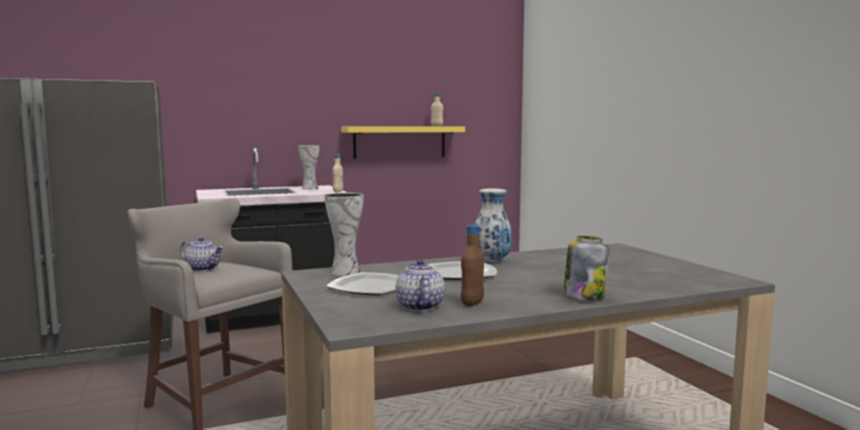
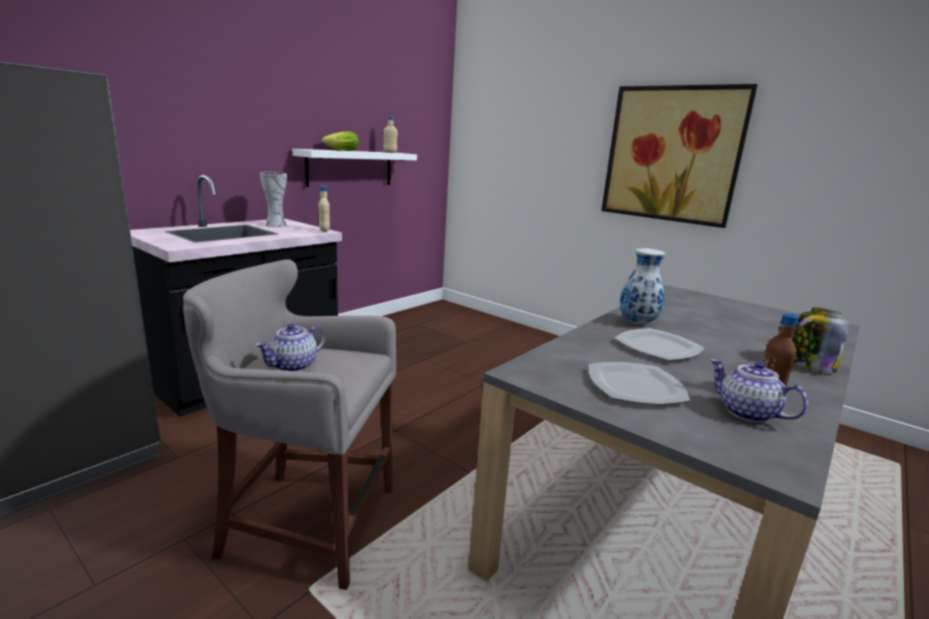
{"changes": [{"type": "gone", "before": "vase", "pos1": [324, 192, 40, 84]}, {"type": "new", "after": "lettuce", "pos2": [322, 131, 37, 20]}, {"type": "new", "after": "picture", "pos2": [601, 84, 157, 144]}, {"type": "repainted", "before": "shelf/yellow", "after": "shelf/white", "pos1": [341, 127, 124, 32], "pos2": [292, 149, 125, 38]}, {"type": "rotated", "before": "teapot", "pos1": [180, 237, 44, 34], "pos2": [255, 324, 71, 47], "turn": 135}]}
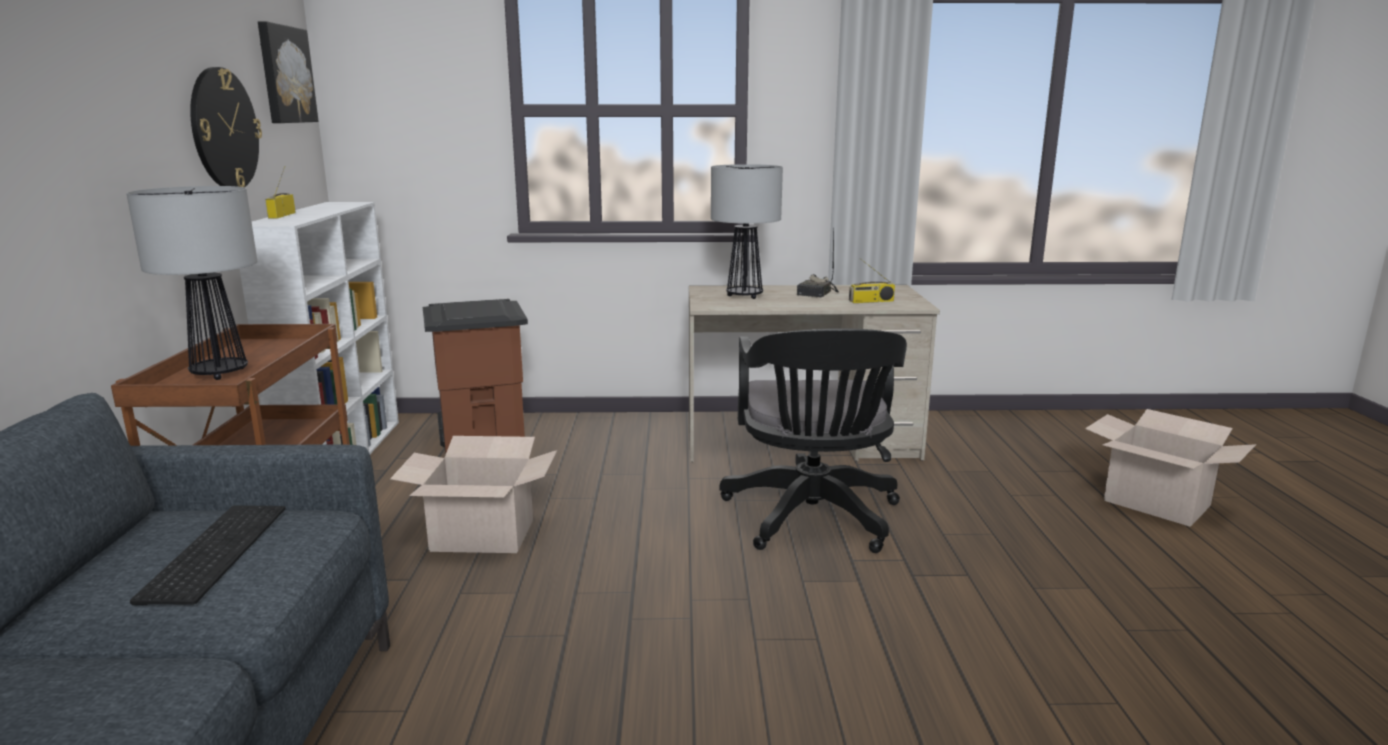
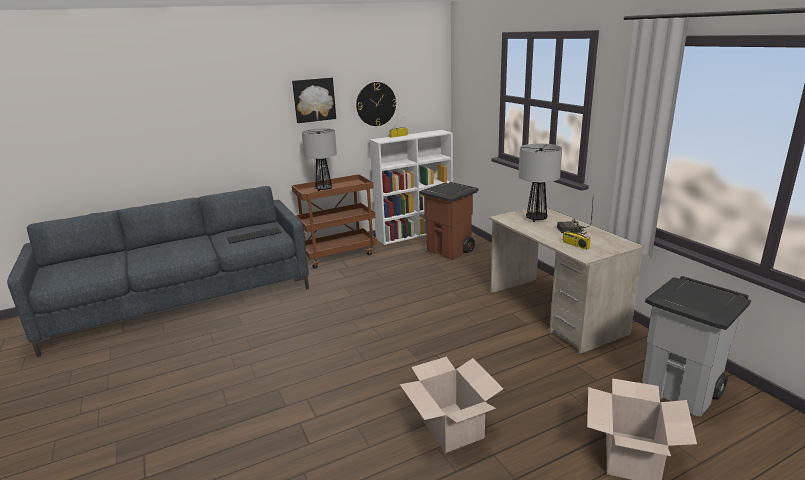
{"changes": [{"type": "gone", "before": "office chair/black", "pos1": [719, 328, 188, 225]}, {"type": "new", "after": "trash can/grey", "pos2": [642, 276, 109, 141]}, {"type": "shifted", "before": "picture", "pos1": [258, 21, 61, 102], "pos2": [292, 77, 44, 46]}, {"type": "shifted", "before": "cardboard box", "pos1": [390, 436, 167, 117], "pos2": [400, 357, 103, 96]}]}
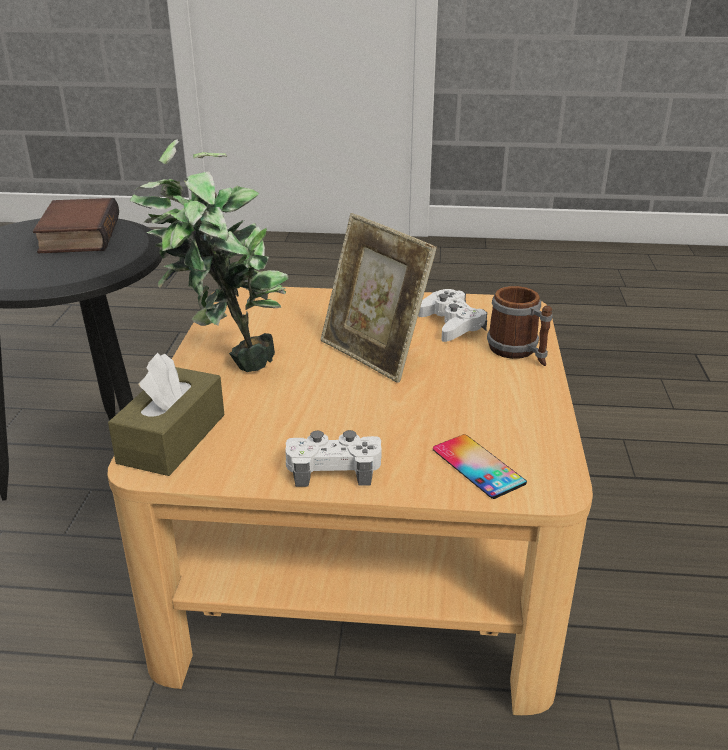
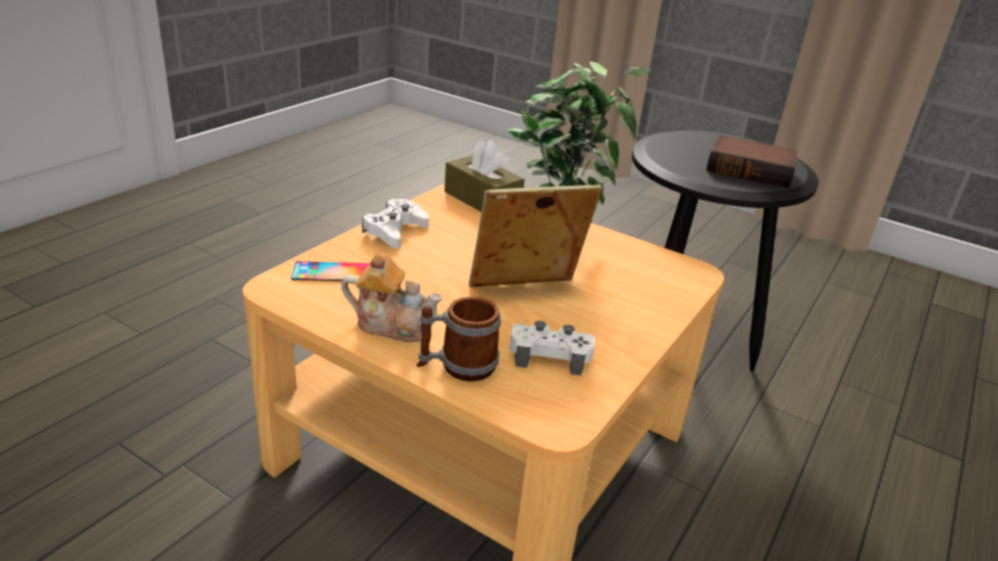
{"changes": [{"type": "new", "after": "teapot", "pos2": [341, 253, 102, 89]}]}
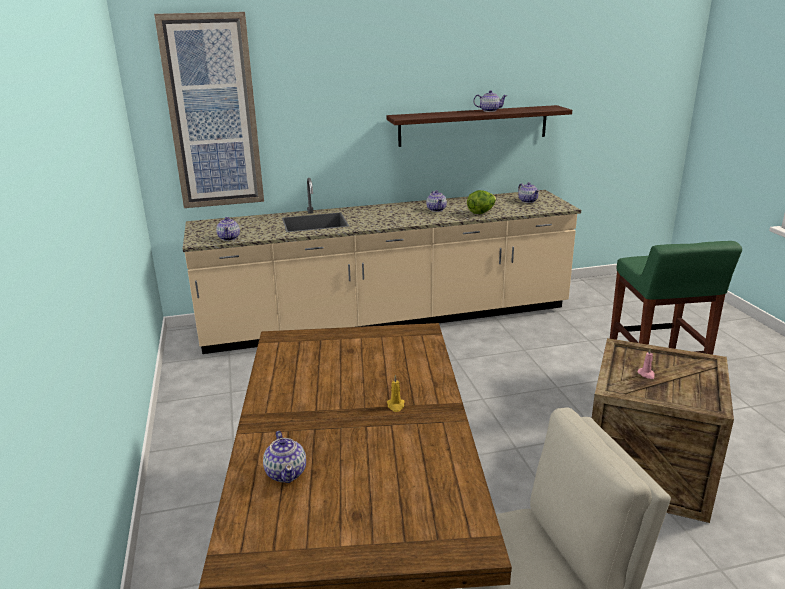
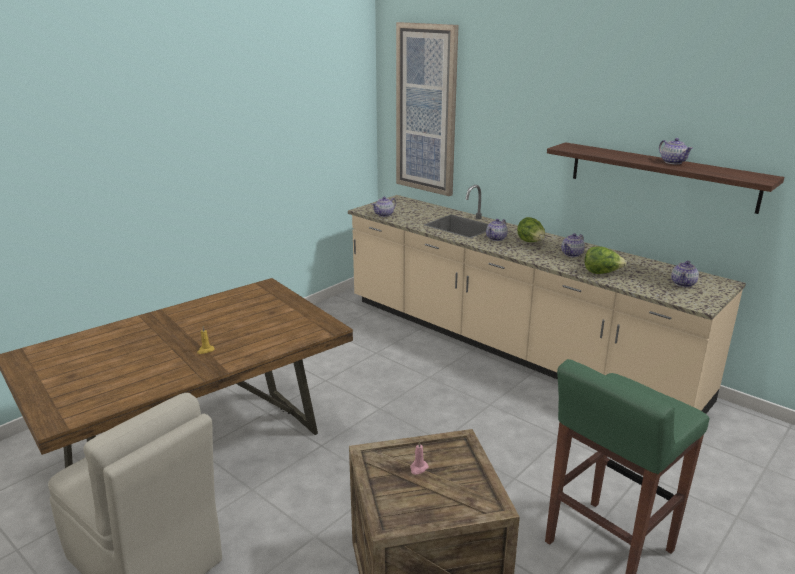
{"changes": [{"type": "new", "after": "lettuce", "pos2": [517, 217, 28, 25]}, {"type": "shifted", "before": "teapot", "pos1": [263, 431, 43, 52], "pos2": [486, 219, 22, 22]}]}
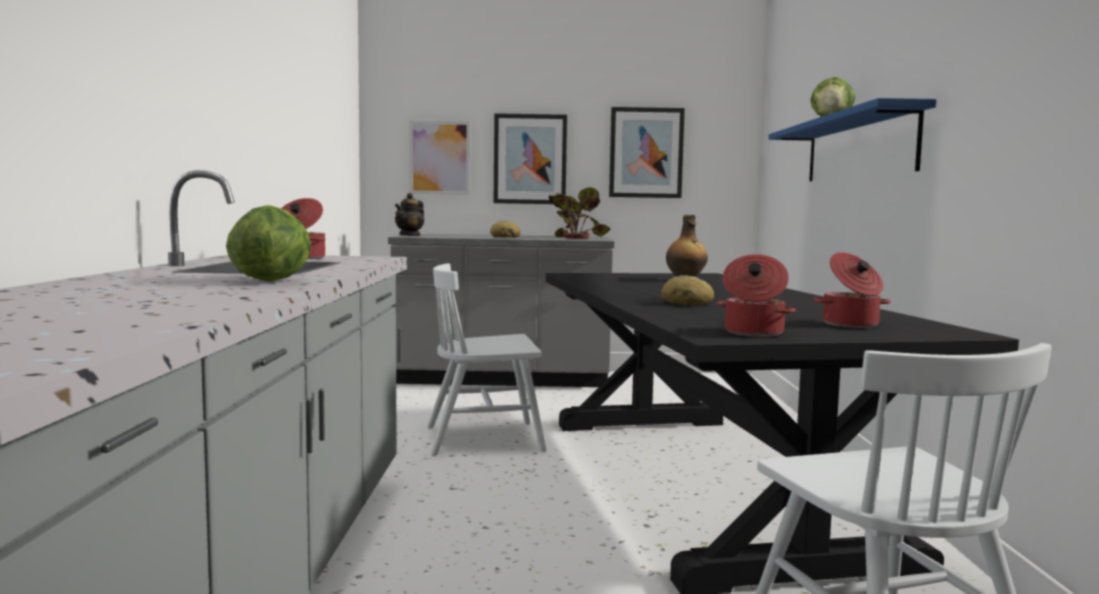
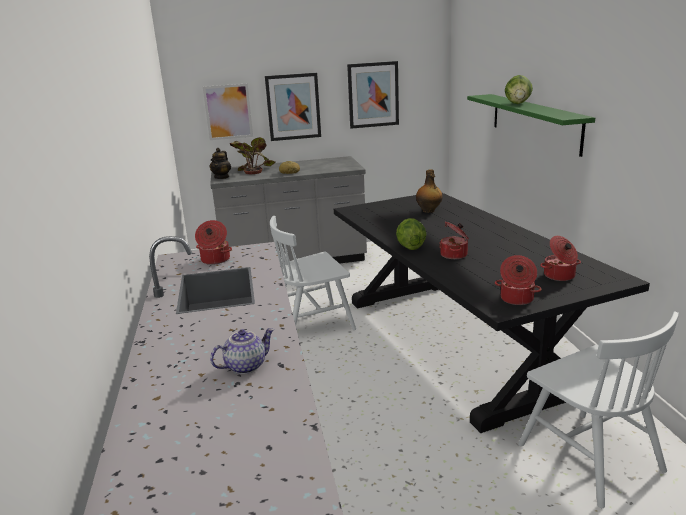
{"changes": [{"type": "new", "after": "teapot", "pos2": [210, 328, 64, 46]}, {"type": "shifted", "before": "lettuce", "pos1": [226, 205, 85, 77], "pos2": [396, 218, 31, 32]}, {"type": "shifted", "before": "potted plant", "pos1": [548, 187, 62, 52], "pos2": [230, 137, 46, 37]}, {"type": "swapped", "before": "bread", "after": "cooking pot", "pos1": [662, 275, 52, 30], "pos2": [439, 221, 30, 38]}, {"type": "repainted", "before": "shelf/blue", "after": "shelf/green", "pos1": [769, 98, 167, 83], "pos2": [467, 94, 128, 63]}]}
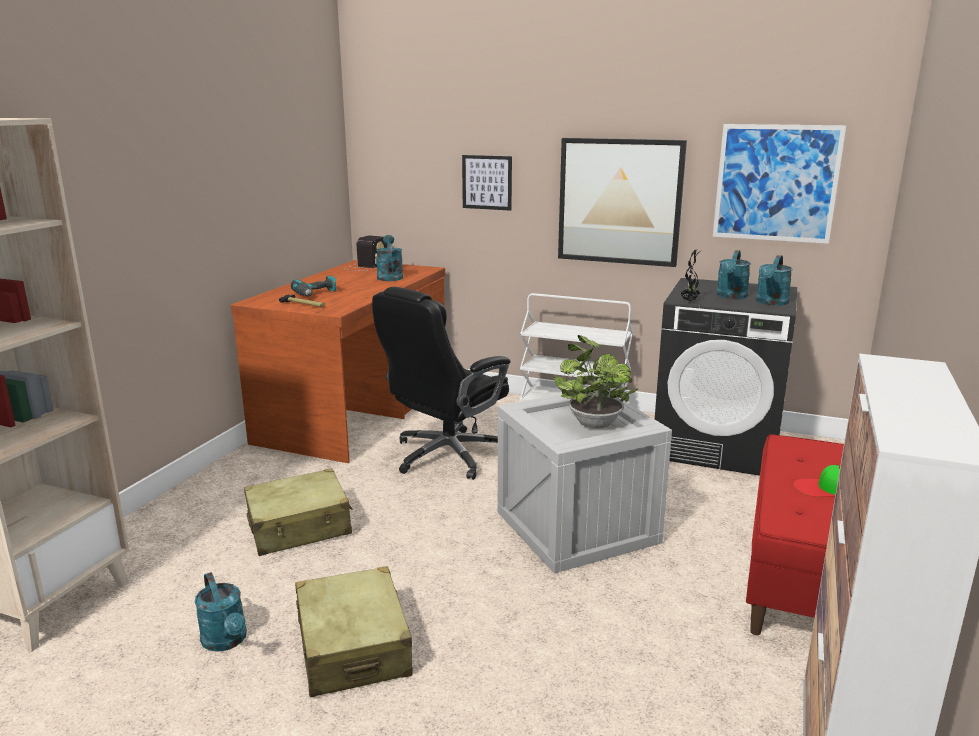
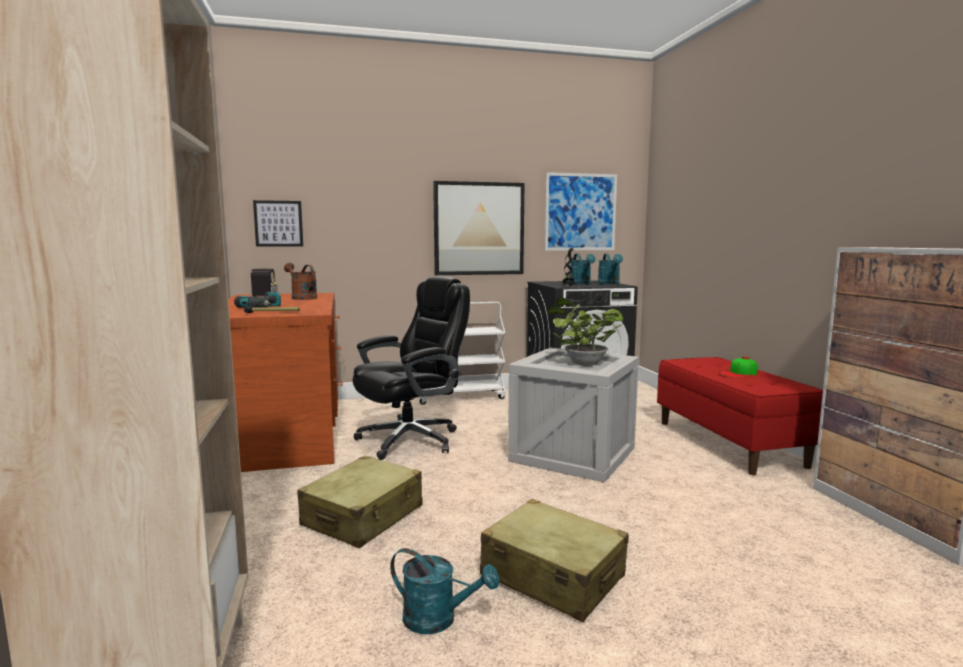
{"changes": [{"type": "shifted", "before": "picture", "pos1": [462, 155, 50, 56], "pos2": [253, 200, 50, 47]}, {"type": "repainted", "before": "watering can/turquoise", "after": "watering can/brown", "pos1": [376, 235, 27, 46], "pos2": [284, 263, 33, 37]}, {"type": "rotated", "before": "office chair/black", "pos1": [372, 287, 139, 193], "pos2": [353, 276, 117, 184], "turn": -135}]}
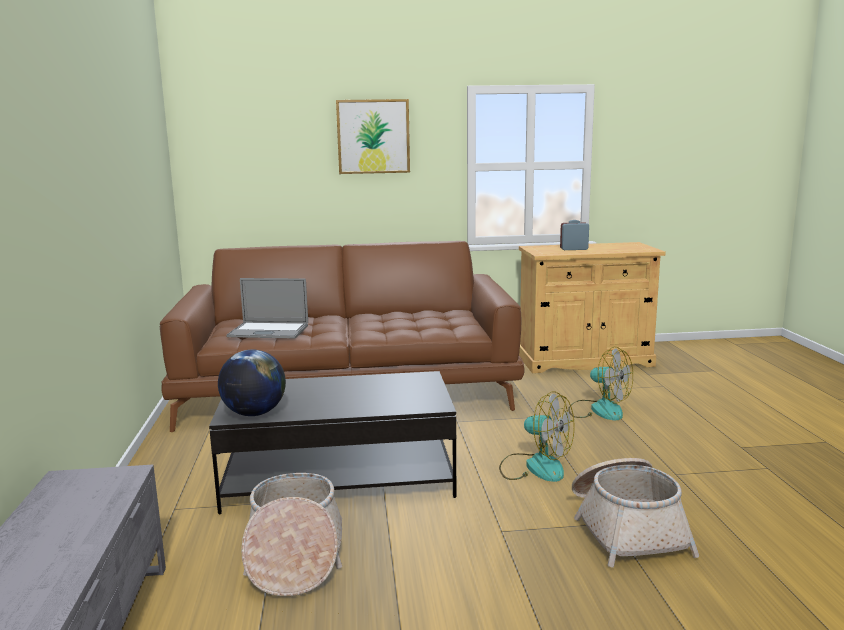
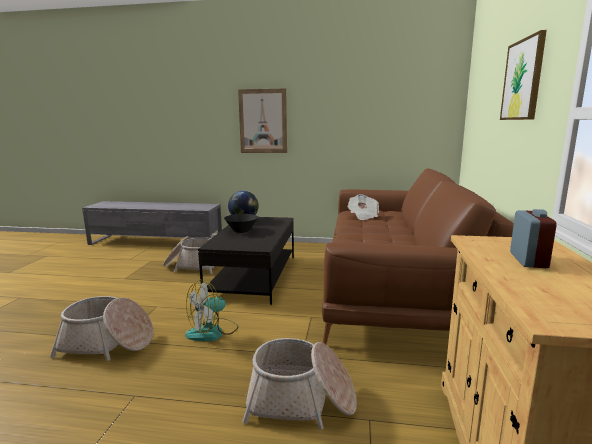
{"changes": [{"type": "new", "after": "bowl/black", "pos2": [224, 214, 34, 19]}, {"type": "new", "after": "picture", "pos2": [238, 88, 49, 65]}, {"type": "swapped", "before": "laptop", "after": "newspaper", "pos1": [226, 278, 82, 60], "pos2": [347, 194, 32, 26]}, {"type": "swapped", "before": "fan", "after": "basket", "pos1": [568, 347, 65, 73], "pos2": [242, 338, 115, 92]}]}
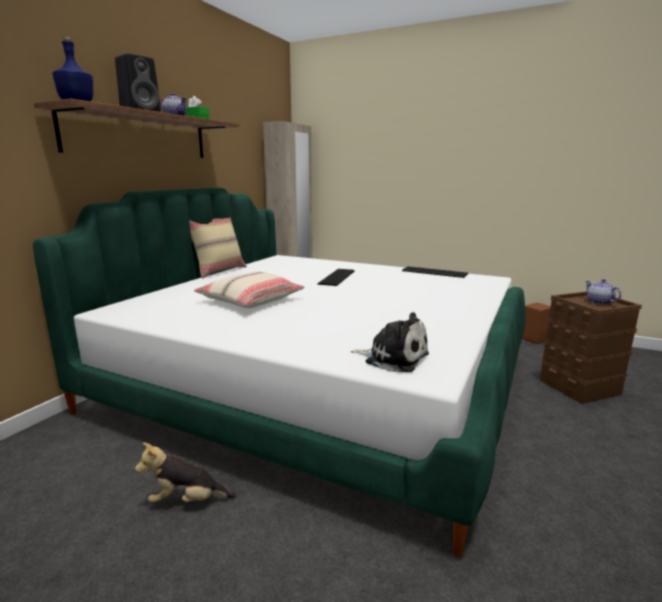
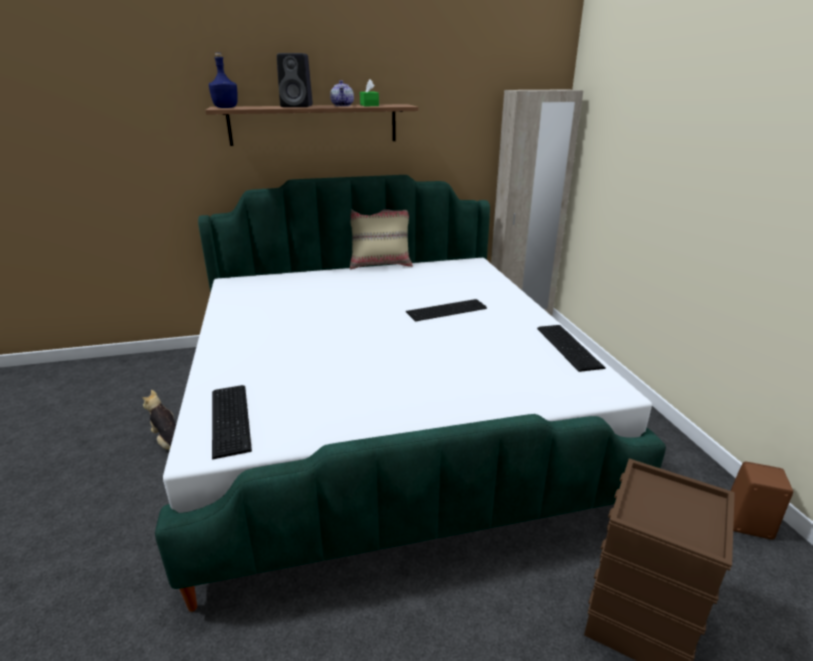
{"changes": [{"type": "gone", "before": "pillow/beige", "pos1": [194, 272, 111, 36]}, {"type": "gone", "before": "teapot", "pos1": [585, 279, 37, 26]}, {"type": "swapped", "before": "plush toy", "after": "keyboard", "pos1": [351, 312, 78, 60], "pos2": [212, 385, 40, 74]}]}
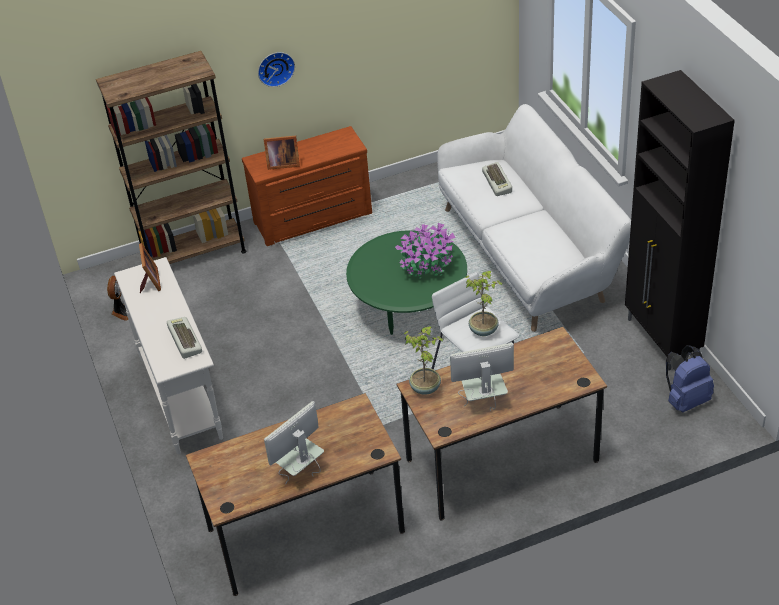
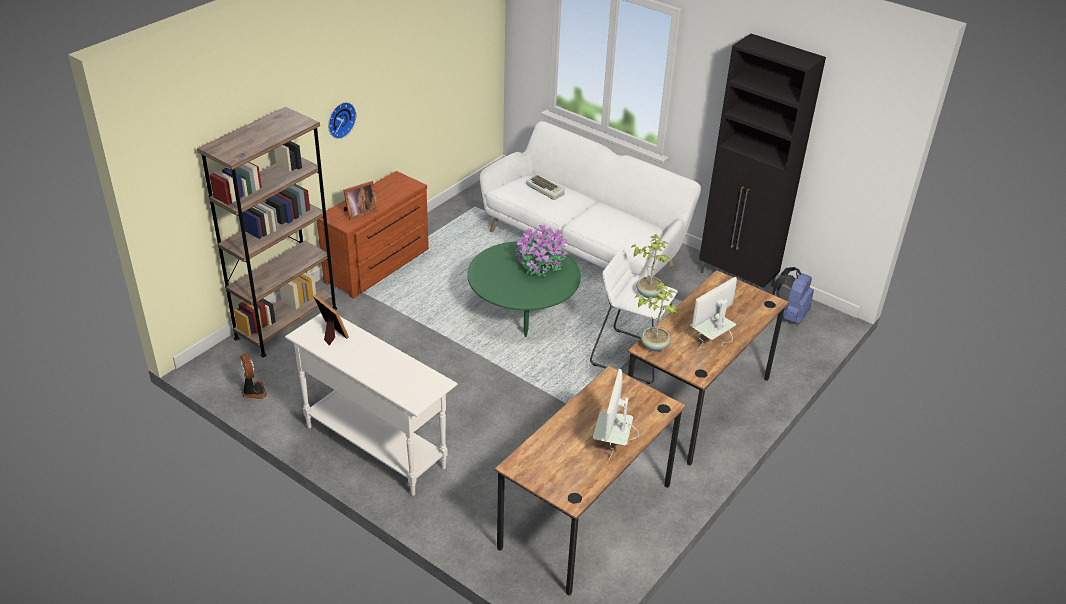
{"changes": [{"type": "gone", "before": "keyboard", "pos1": [167, 317, 35, 42]}]}
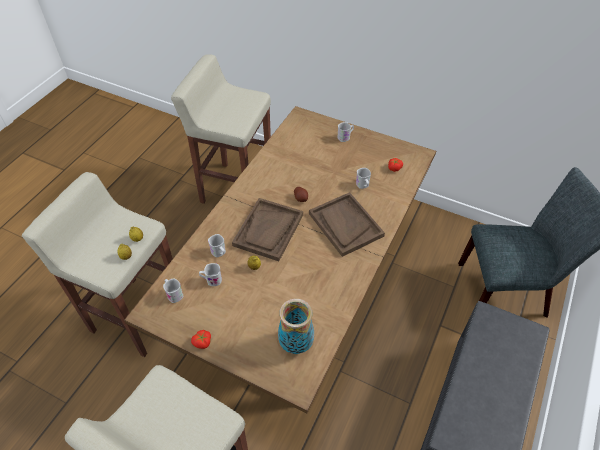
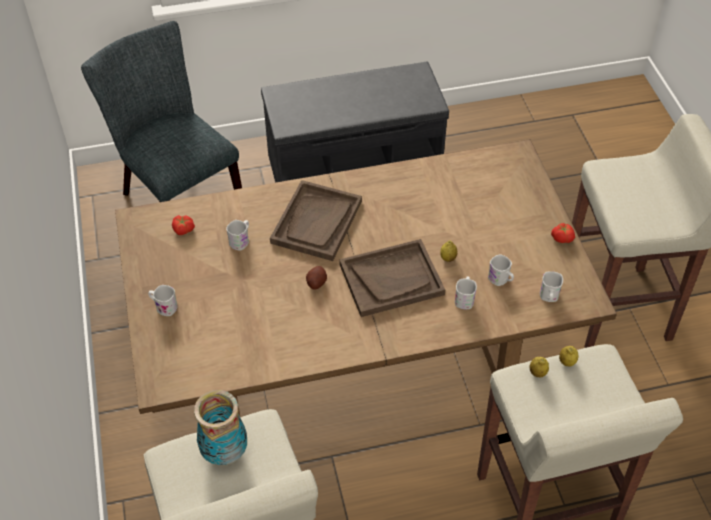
{"changes": [{"type": "shifted", "before": "vase", "pos1": [278, 299, 36, 55], "pos2": [194, 390, 53, 75]}]}
